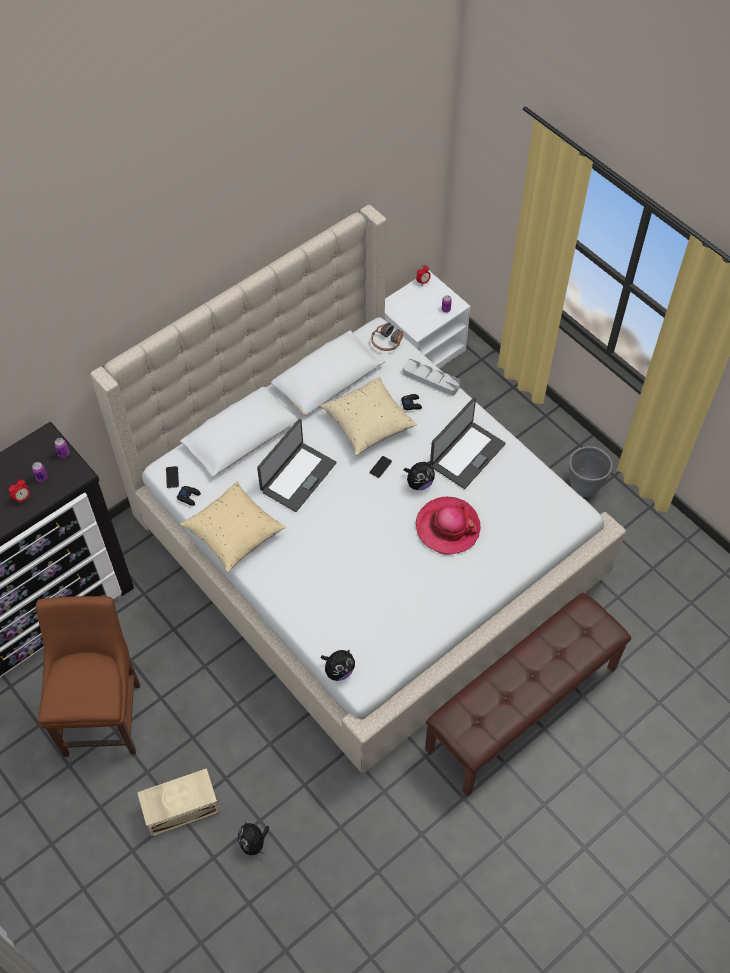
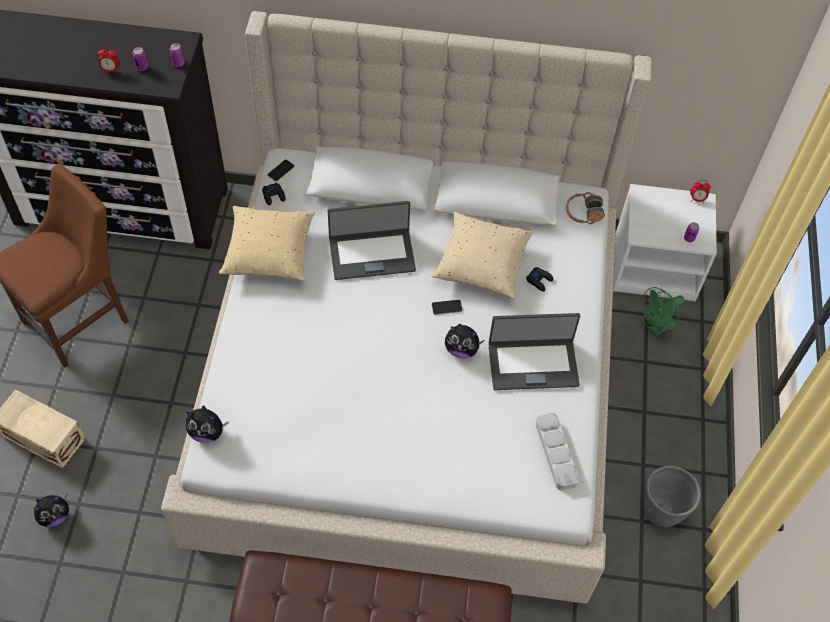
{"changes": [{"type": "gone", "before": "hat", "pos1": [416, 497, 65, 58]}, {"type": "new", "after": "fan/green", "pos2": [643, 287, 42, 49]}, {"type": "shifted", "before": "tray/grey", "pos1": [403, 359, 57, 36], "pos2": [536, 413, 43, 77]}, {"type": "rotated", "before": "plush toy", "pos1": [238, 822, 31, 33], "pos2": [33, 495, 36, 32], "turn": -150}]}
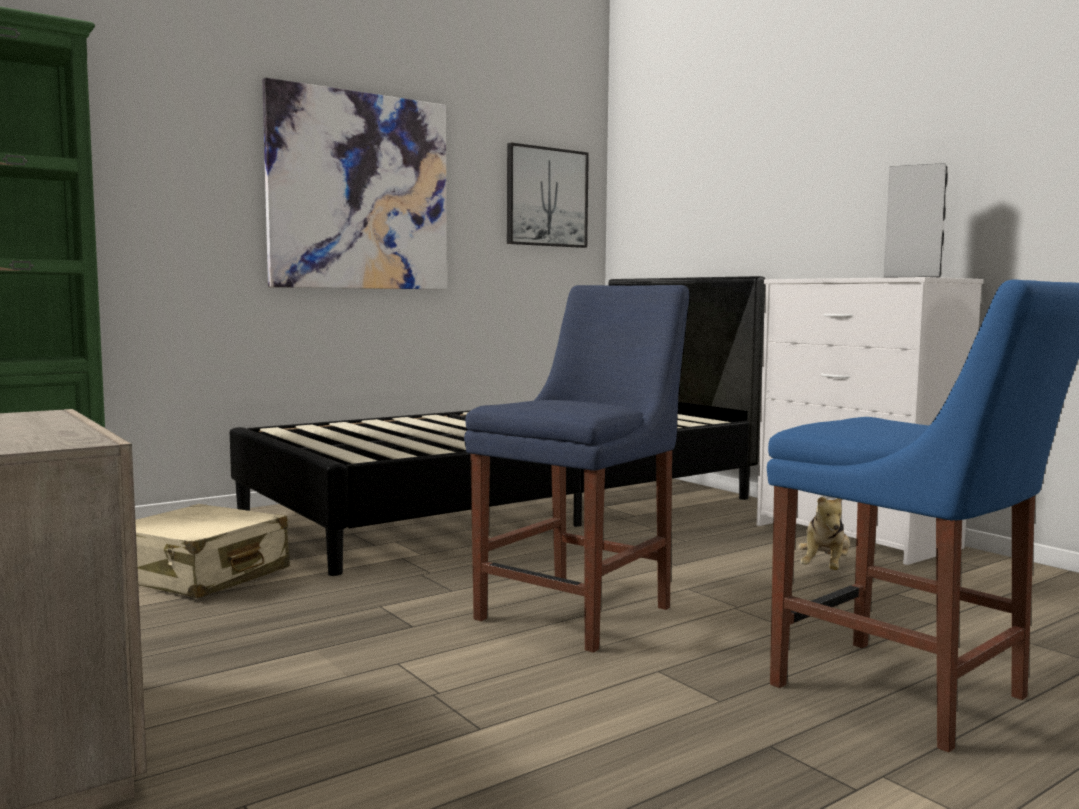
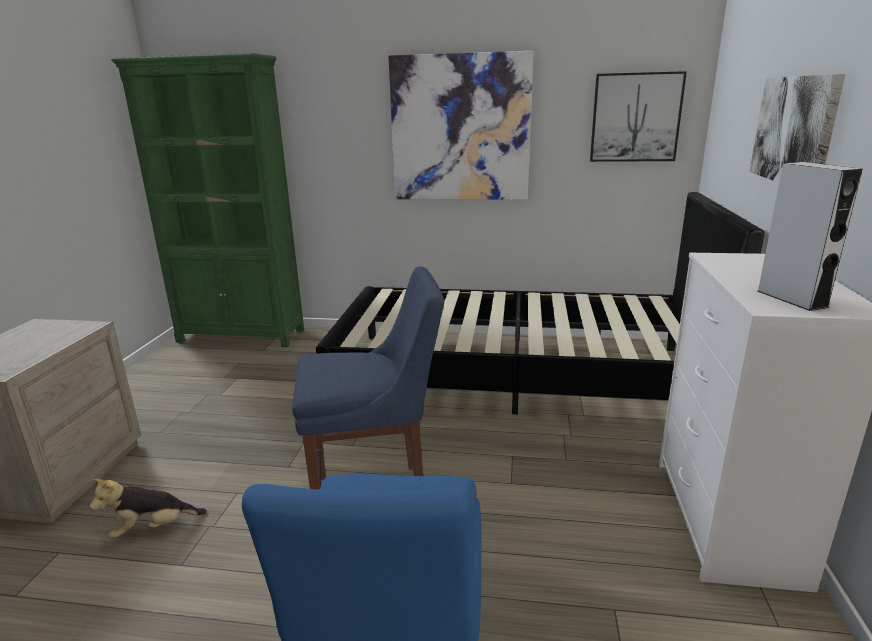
{"changes": [{"type": "gone", "before": "suitcase/beige", "pos1": [135, 504, 155, 94]}, {"type": "new", "after": "picture", "pos2": [749, 74, 96, 108]}, {"type": "shifted", "before": "plush toy", "pos1": [799, 497, 51, 73], "pos2": [89, 478, 118, 60]}]}
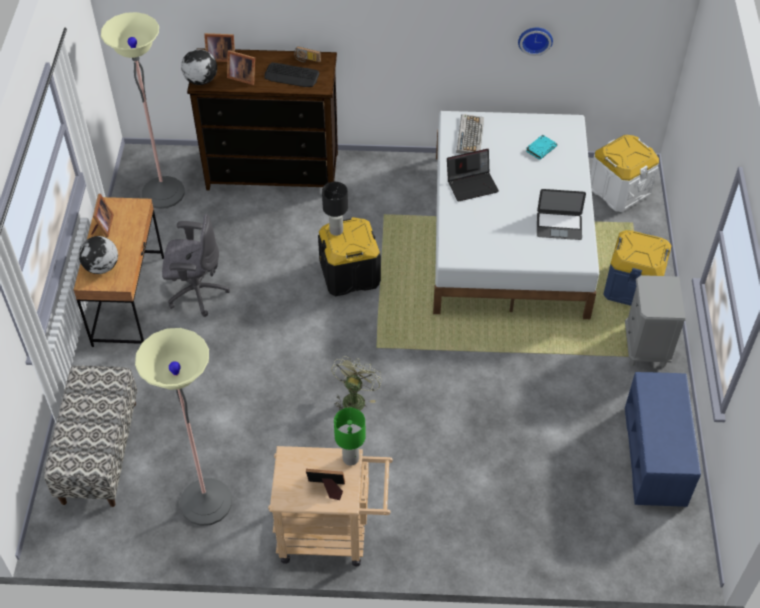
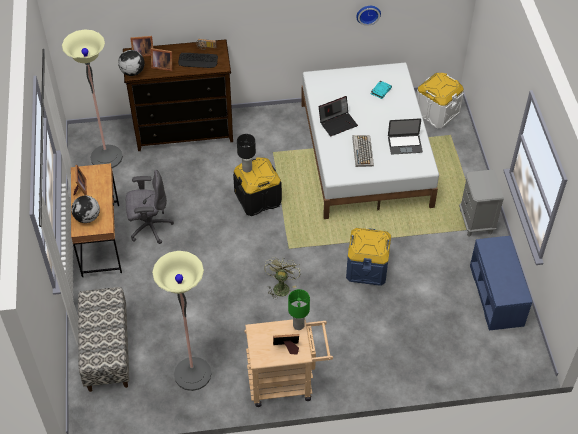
{"changes": [{"type": "shifted", "before": "keyboard", "pos1": [456, 114, 28, 40], "pos2": [352, 135, 22, 32]}, {"type": "shifted", "before": "storage box/blue", "pos1": [603, 230, 68, 76], "pos2": [346, 228, 45, 58]}]}
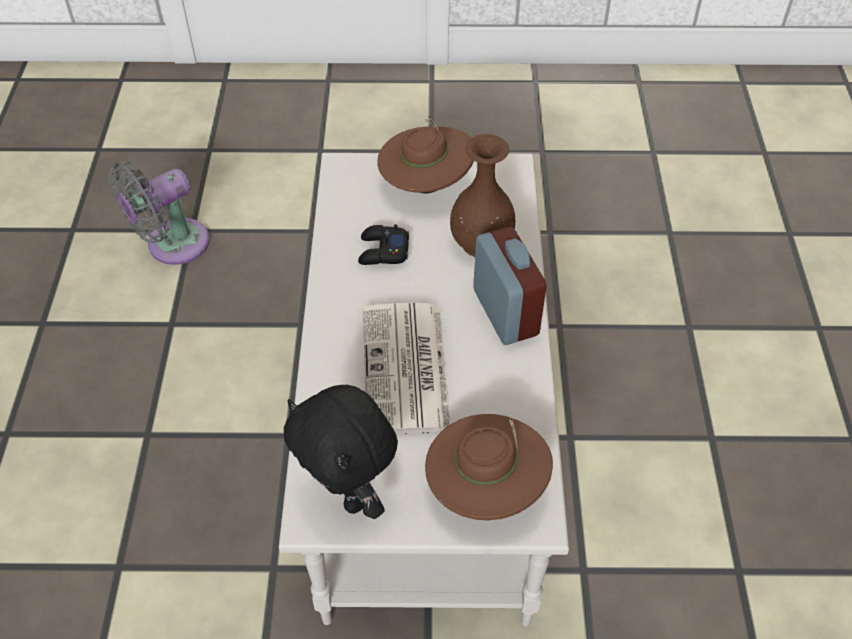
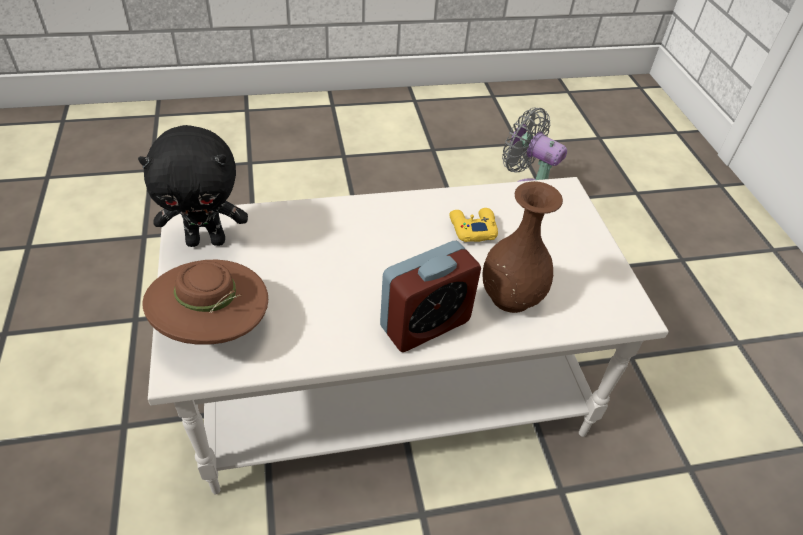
{"changes": [{"type": "gone", "before": "newspaper", "pos1": [363, 303, 88, 132]}, {"type": "gone", "before": "hat/brown", "pos1": [377, 116, 97, 77]}, {"type": "repainted", "before": "game controller/black", "after": "game controller/yellow", "pos1": [358, 224, 51, 41], "pos2": [449, 208, 49, 34]}, {"type": "rotated", "before": "plush toy/black", "pos1": [284, 385, 114, 134], "pos2": [138, 125, 110, 122], "turn": -135}]}
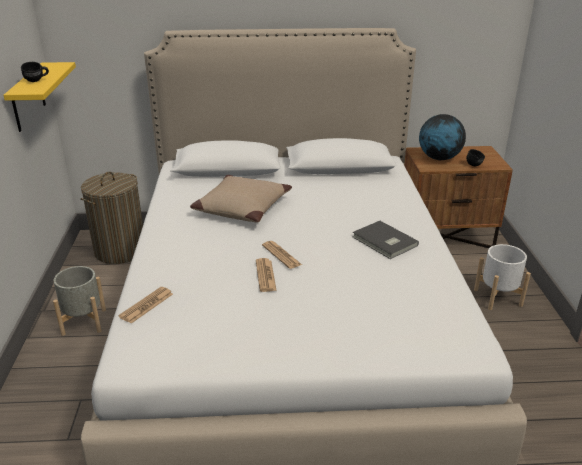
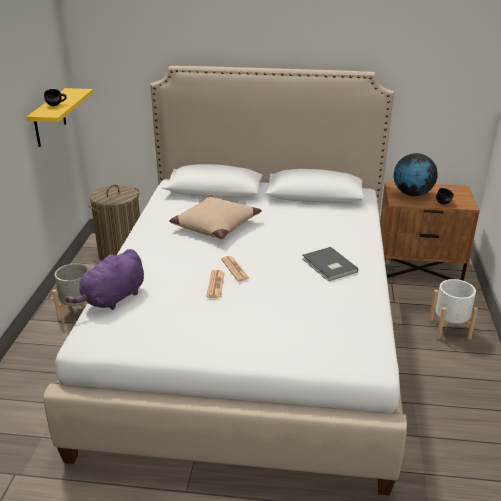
{"changes": [{"type": "swapped", "before": "newspaper", "after": "plush toy/purple", "pos1": [118, 287, 55, 37], "pos2": [65, 249, 79, 61]}]}
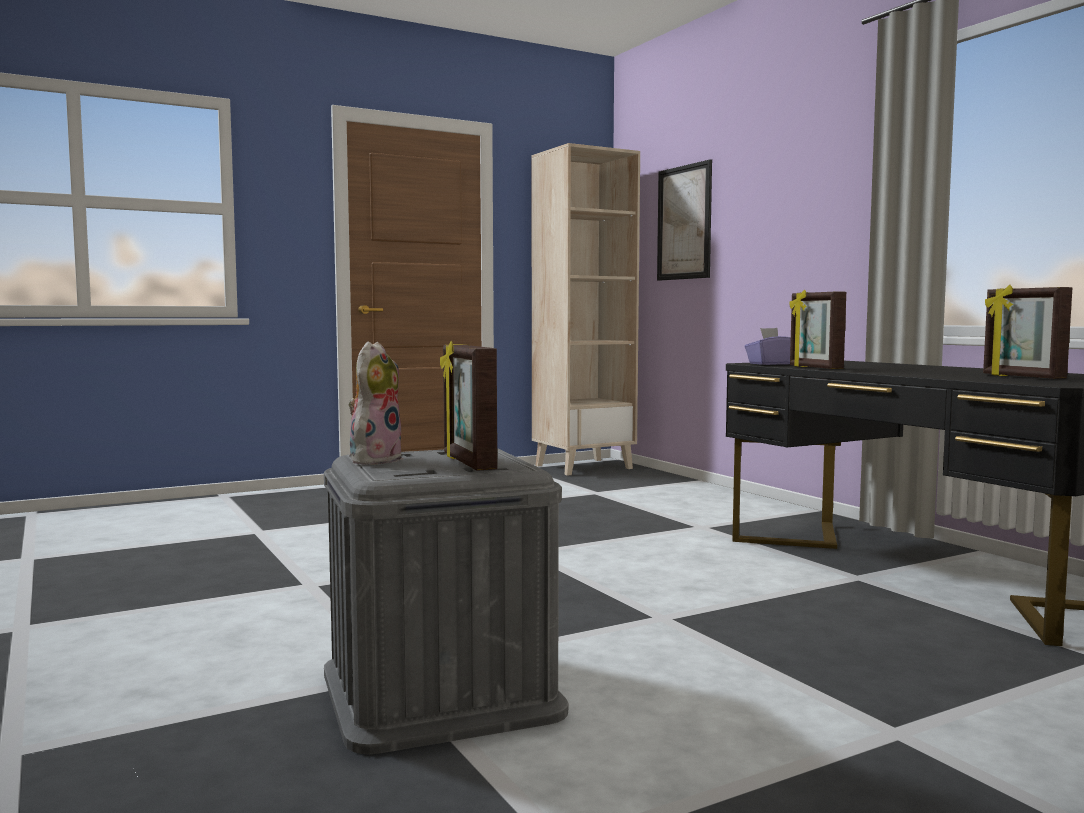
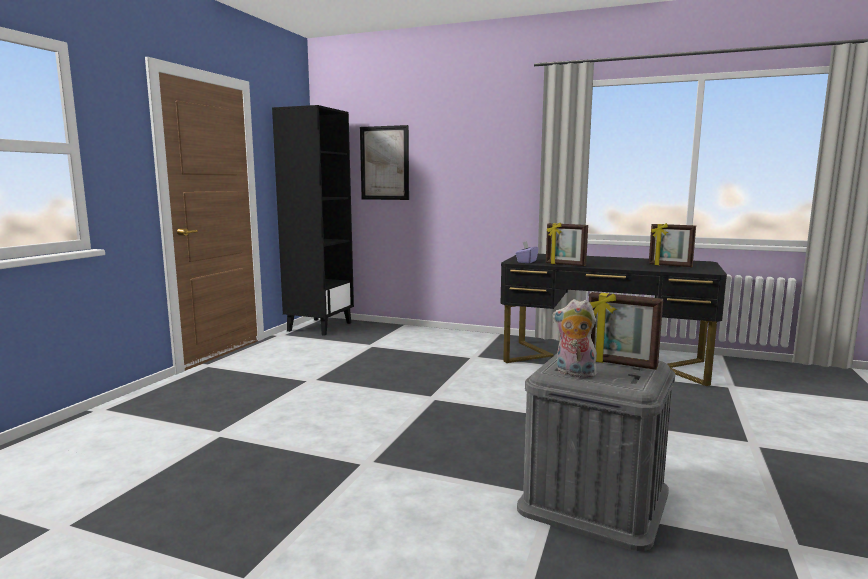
{"changes": [{"type": "repainted", "before": "bookcase/beige", "after": "bookcase/black", "pos1": [531, 143, 109, 333], "pos2": [272, 105, 82, 231]}, {"type": "rotated", "before": "plush toy", "pos1": [349, 342, 54, 123], "pos2": [553, 299, 44, 79], "turn": -45}]}
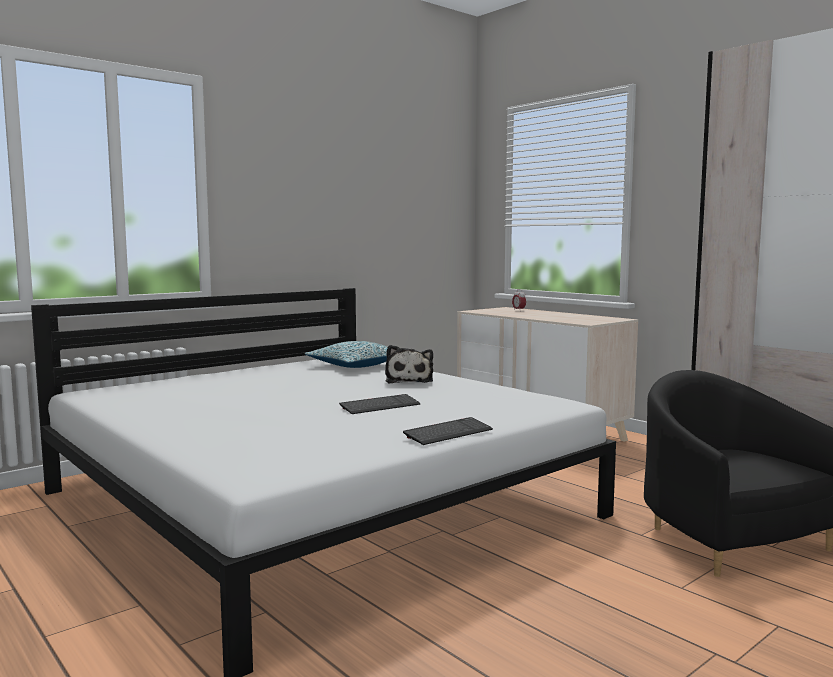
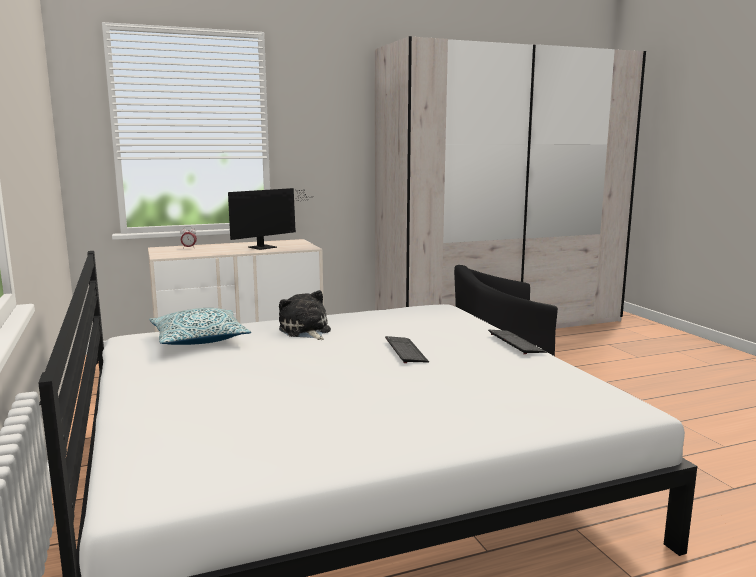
{"changes": [{"type": "new", "after": "monitor", "pos2": [228, 188, 82, 62]}, {"type": "rotated", "before": "plush toy", "pos1": [385, 345, 48, 38], "pos2": [279, 290, 52, 50], "turn": -135}]}
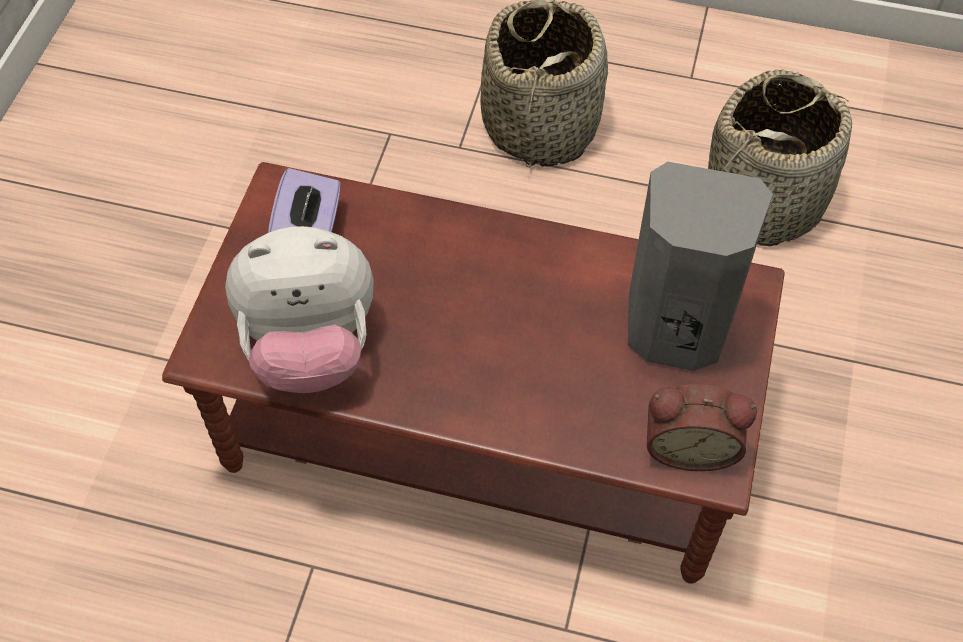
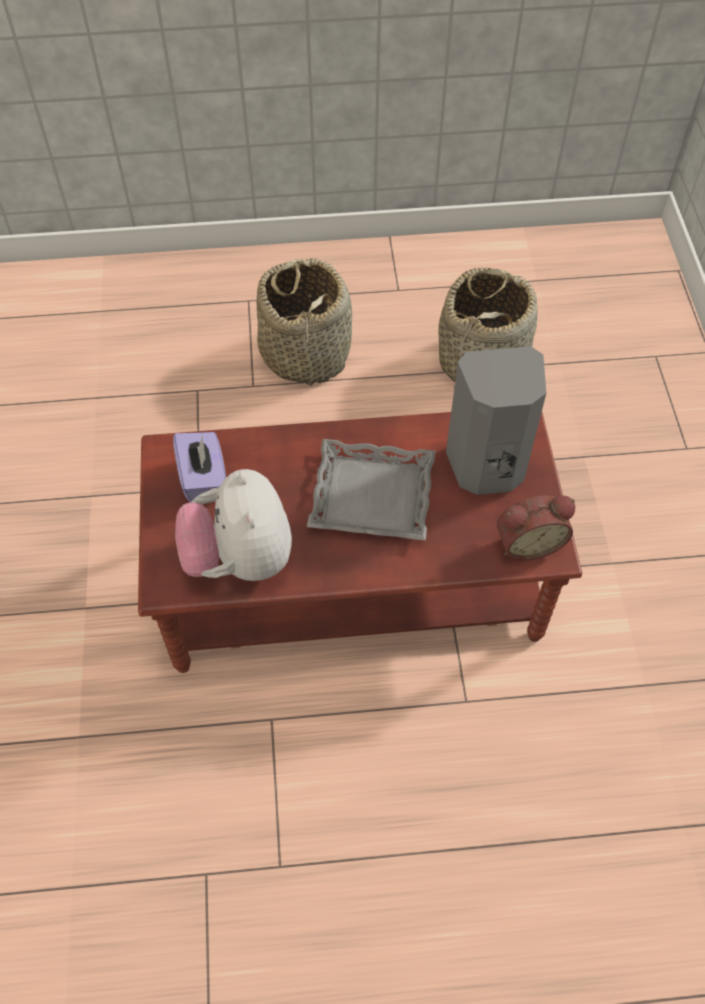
{"changes": [{"type": "new", "after": "tray/grey", "pos2": [307, 439, 128, 102]}, {"type": "rotated", "before": "plush toy", "pos1": [225, 226, 149, 167], "pos2": [175, 469, 117, 112], "turn": 105}]}
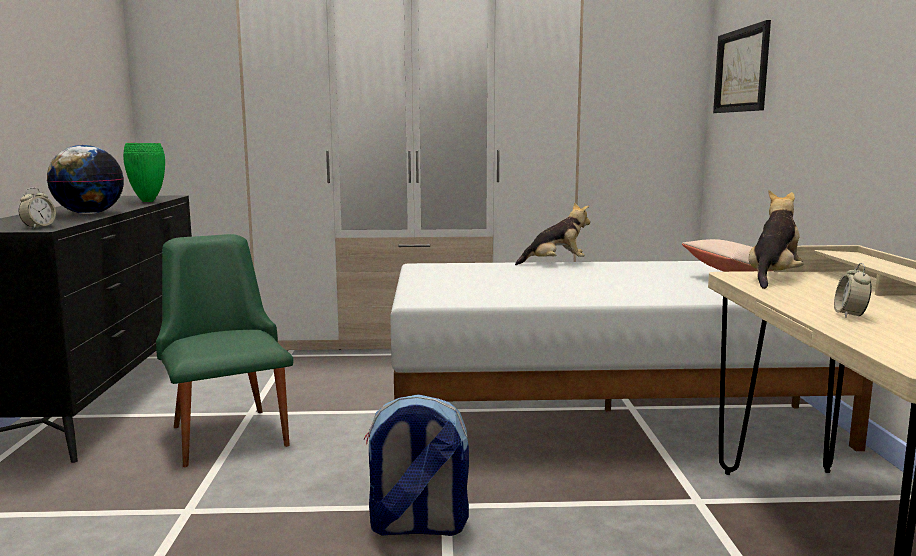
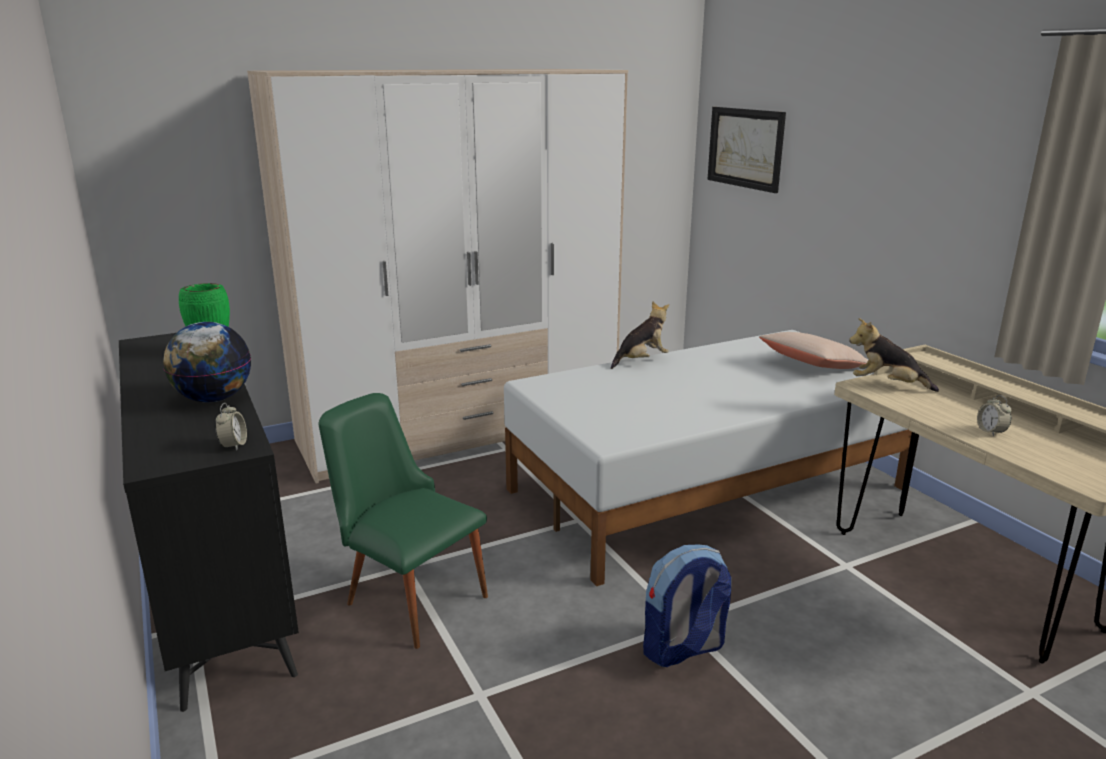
{"changes": [{"type": "rotated", "before": "plush toy", "pos1": [749, 190, 54, 99], "pos2": [849, 318, 90, 74], "turn": -75}]}
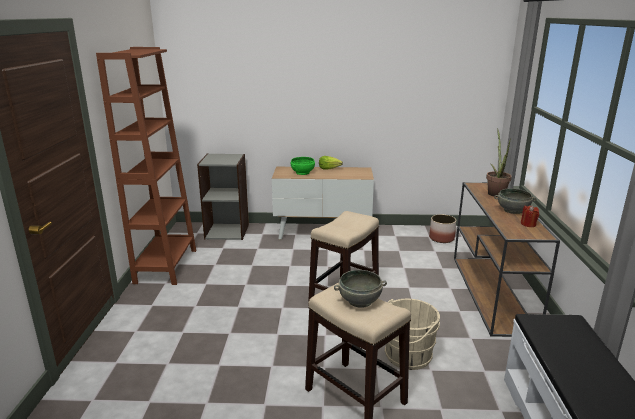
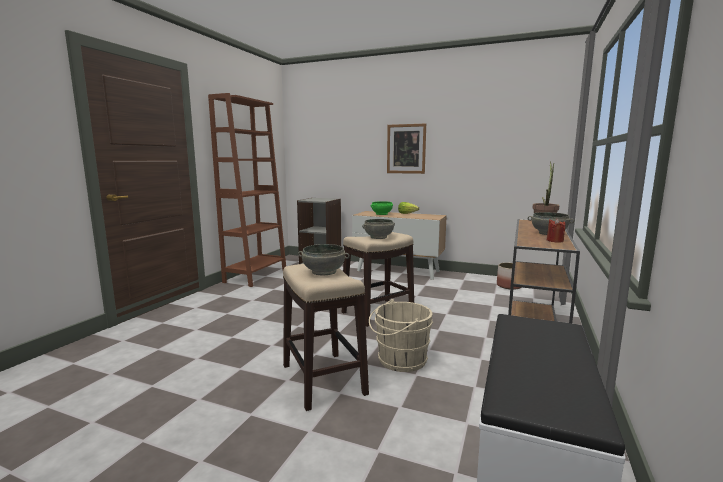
{"changes": [{"type": "new", "after": "bowl/grey", "pos2": [362, 219, 33, 20]}, {"type": "new", "after": "picture", "pos2": [387, 123, 39, 51]}]}
